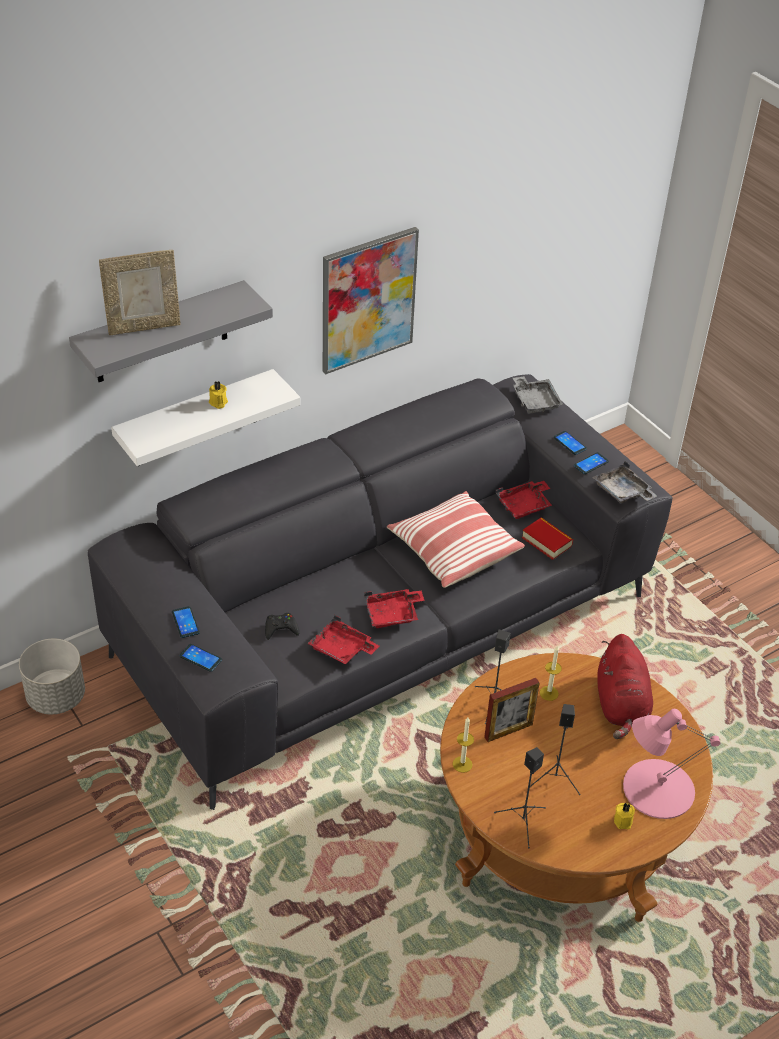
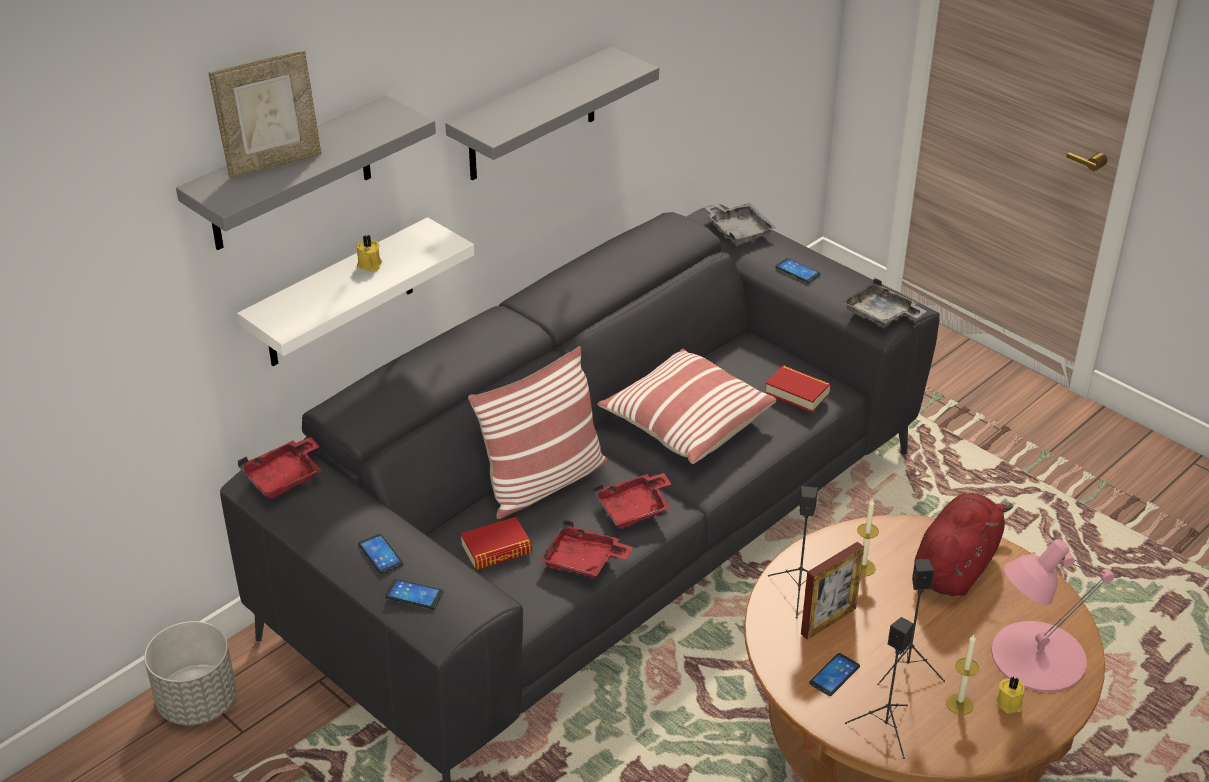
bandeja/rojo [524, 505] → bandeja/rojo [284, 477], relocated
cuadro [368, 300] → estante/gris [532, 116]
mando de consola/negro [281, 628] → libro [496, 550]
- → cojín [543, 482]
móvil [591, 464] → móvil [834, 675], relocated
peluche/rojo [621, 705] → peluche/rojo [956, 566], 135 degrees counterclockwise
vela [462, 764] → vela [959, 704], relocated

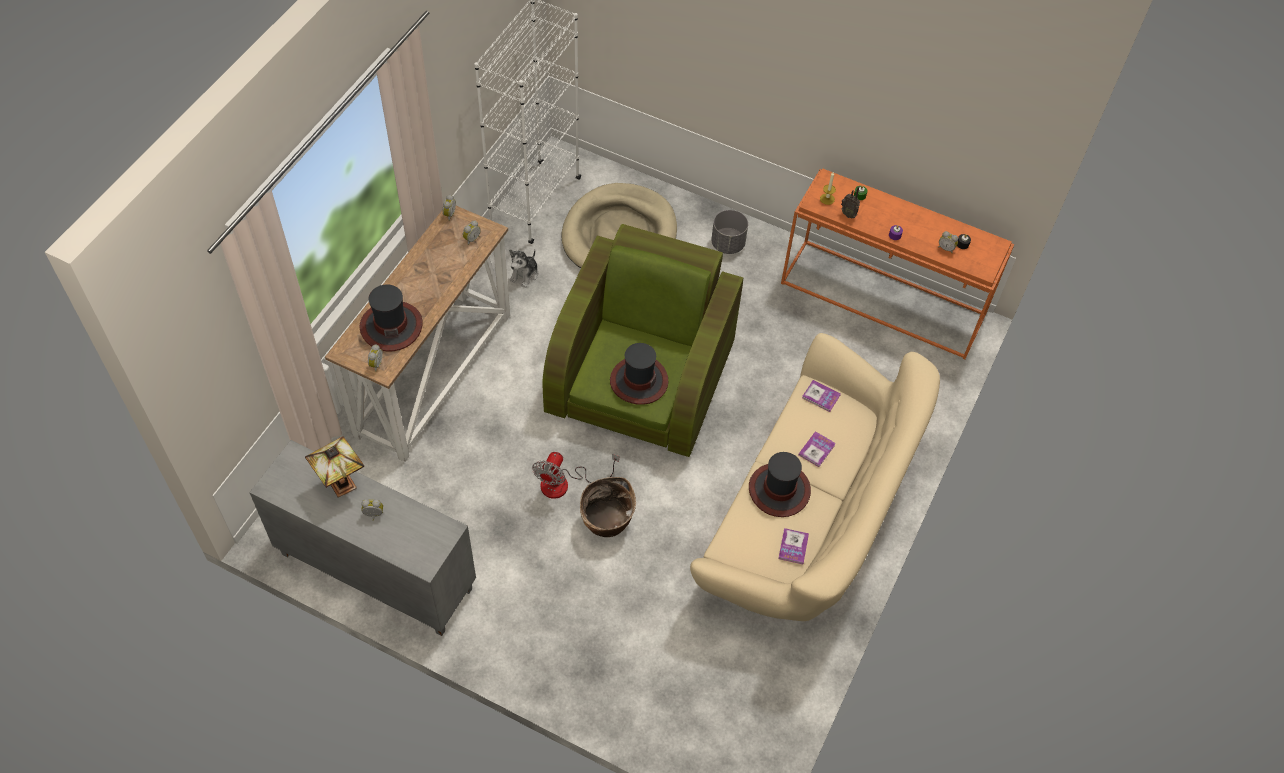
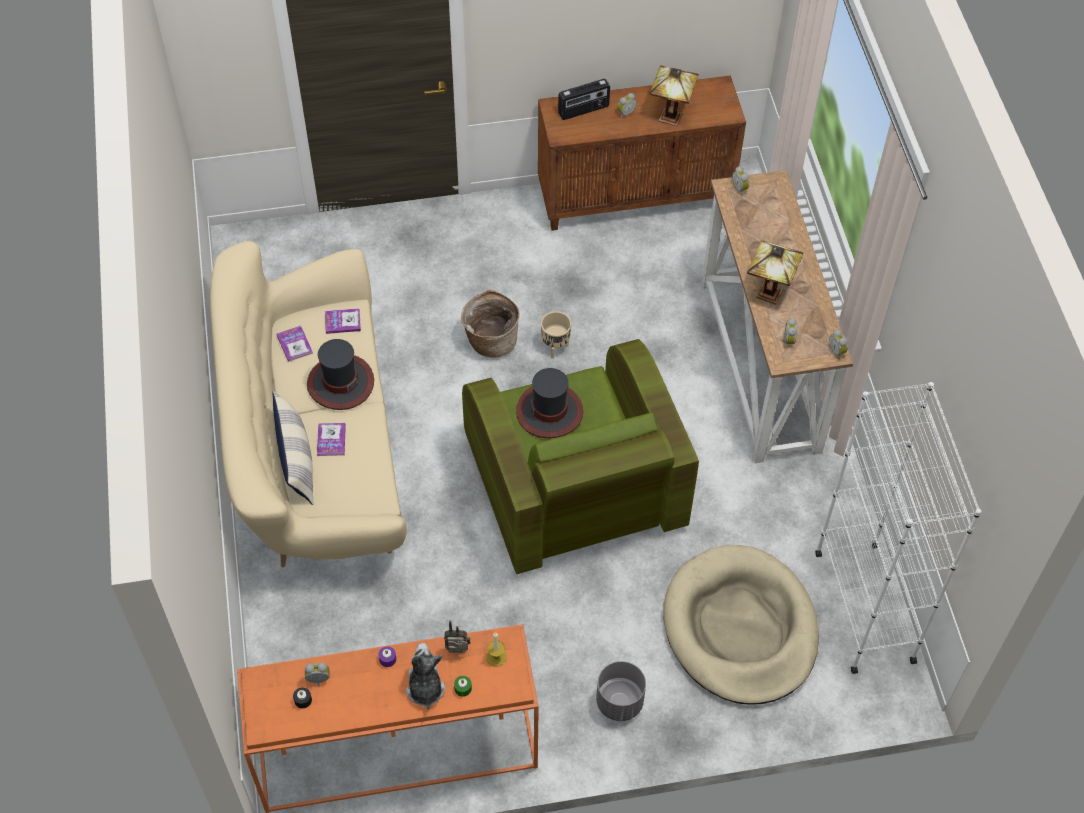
- → cojín [296, 460]
libro [821, 396] → libro [342, 322], relocated
peluche [525, 274] → peluche [425, 687], relocated
armario/gris [375, 572] → armario/marrón [635, 197]
ventilador [565, 484] → maceta/beis [555, 348]
- → radio [583, 110]
- → lámpara de mesa [770, 295]
sombrero [391, 326] → -

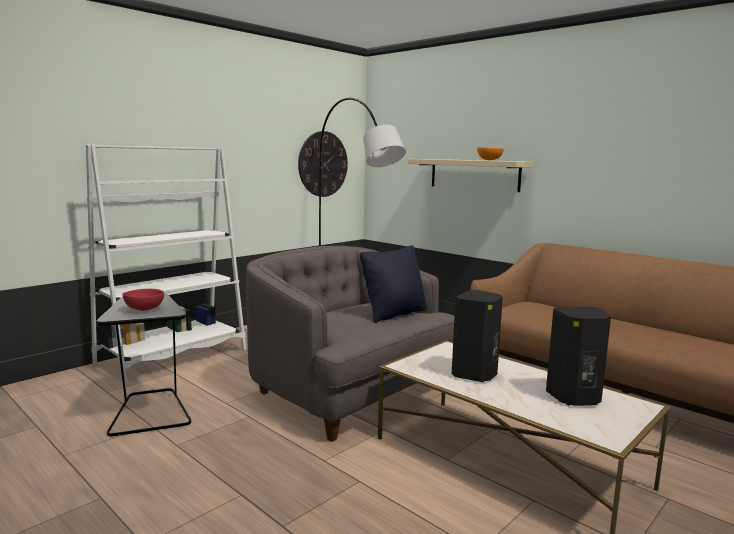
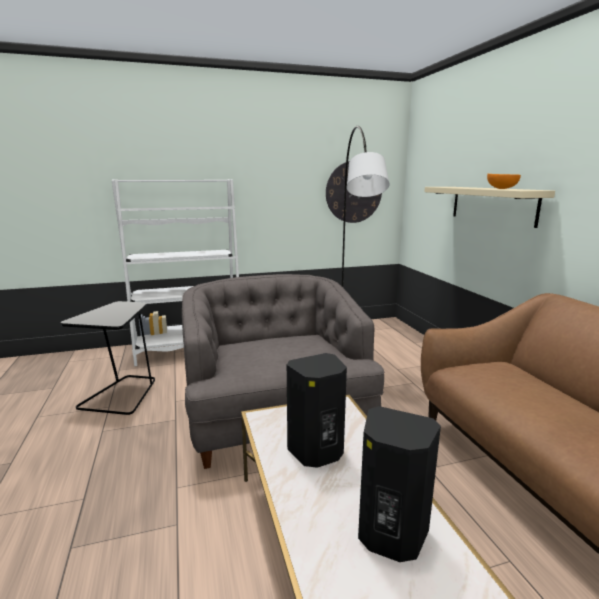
cuenco/rojo [143, 309] → -
cojín/negro [394, 314] → -

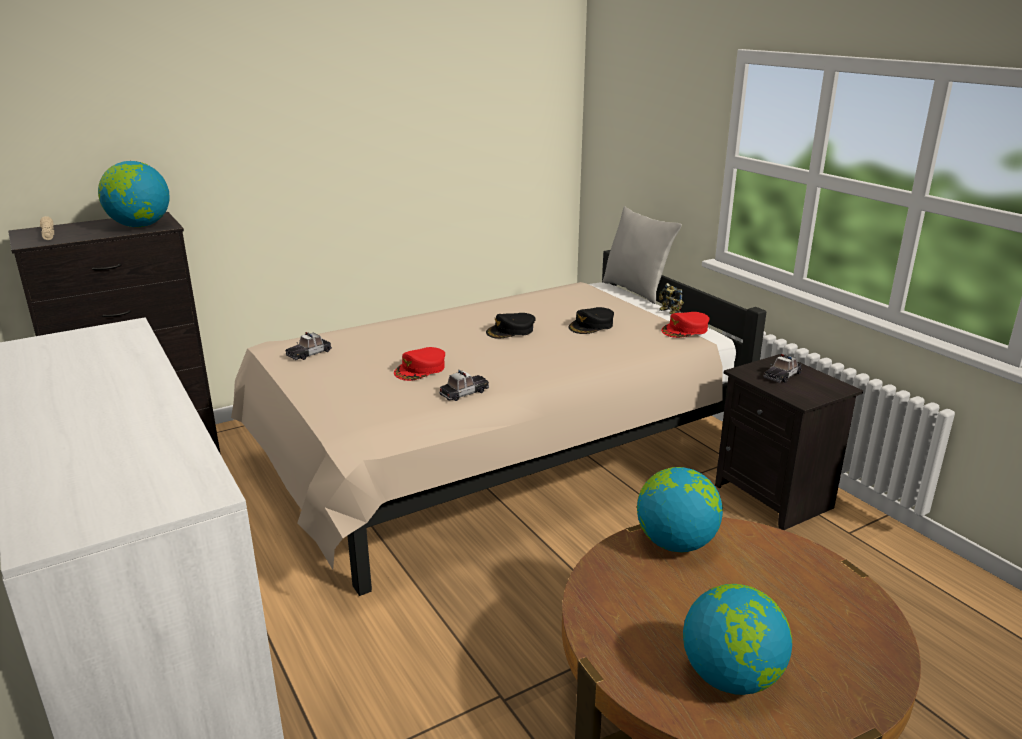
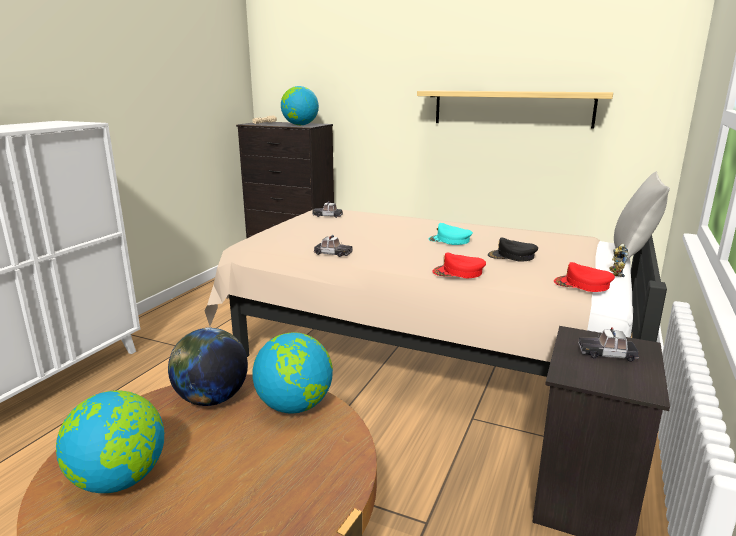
- → globo terráqueo [212, 399]
- → estante [512, 108]
gorra/negro [511, 331] → gorra/turquesa [449, 240]
gorra/rojo [420, 369] → gorra/rojo [458, 272], relocated

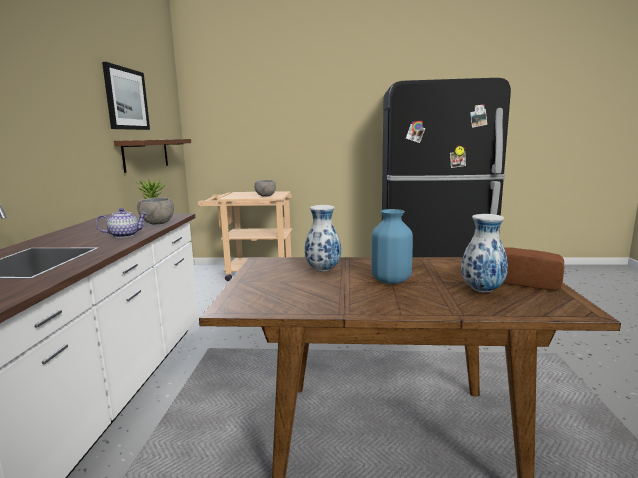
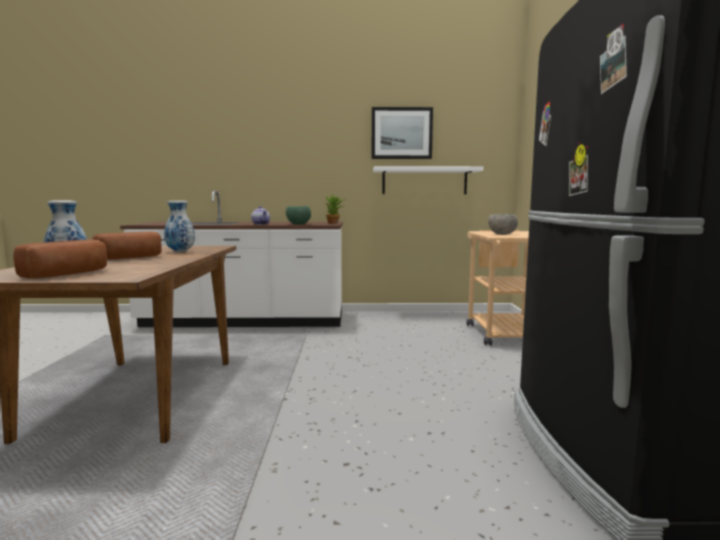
florero/azul [391, 280] → pan [131, 258]
cuenco/gris [158, 223] → cuenco/verde [298, 224]
estante/marrón [146, 154] → estante/blanco [424, 181]

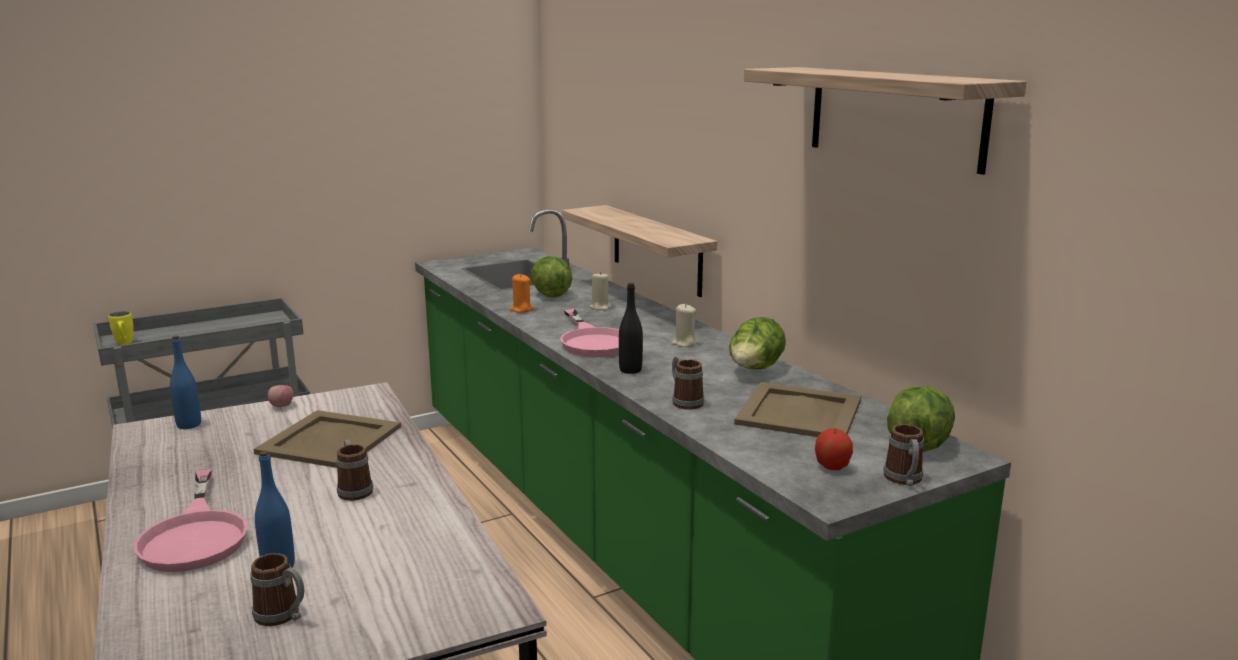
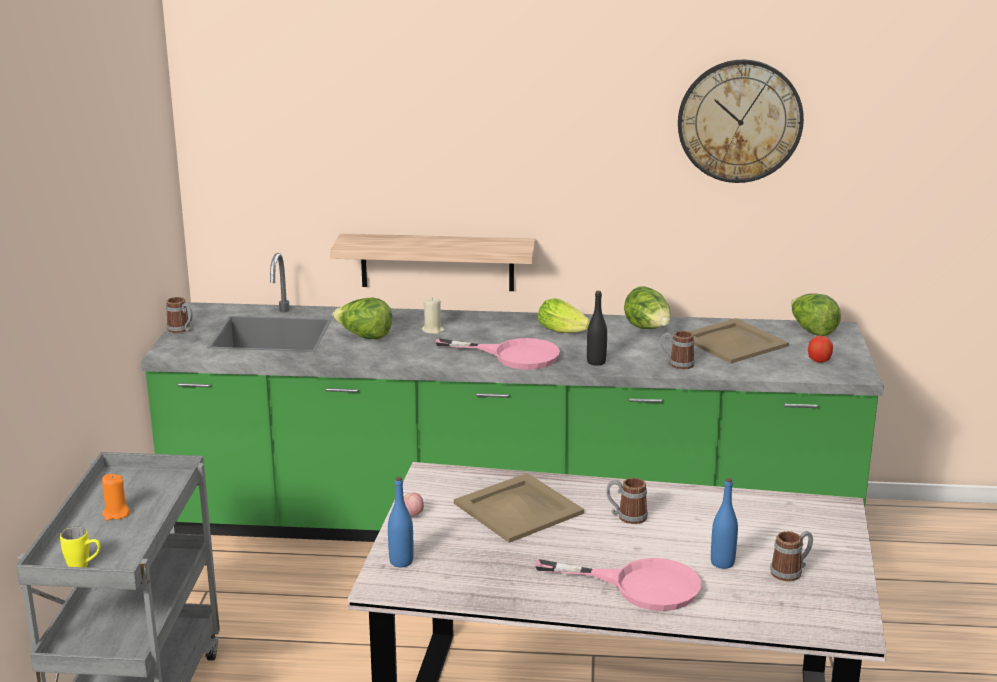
vela/naranja [521, 309] → vela/naranja [116, 514], relocated
taza grande [904, 480] → taza grande [182, 330], relocated
vela/beis [684, 343] → lechuga [564, 331]
estante [894, 116] → reloj de pared [739, 121]

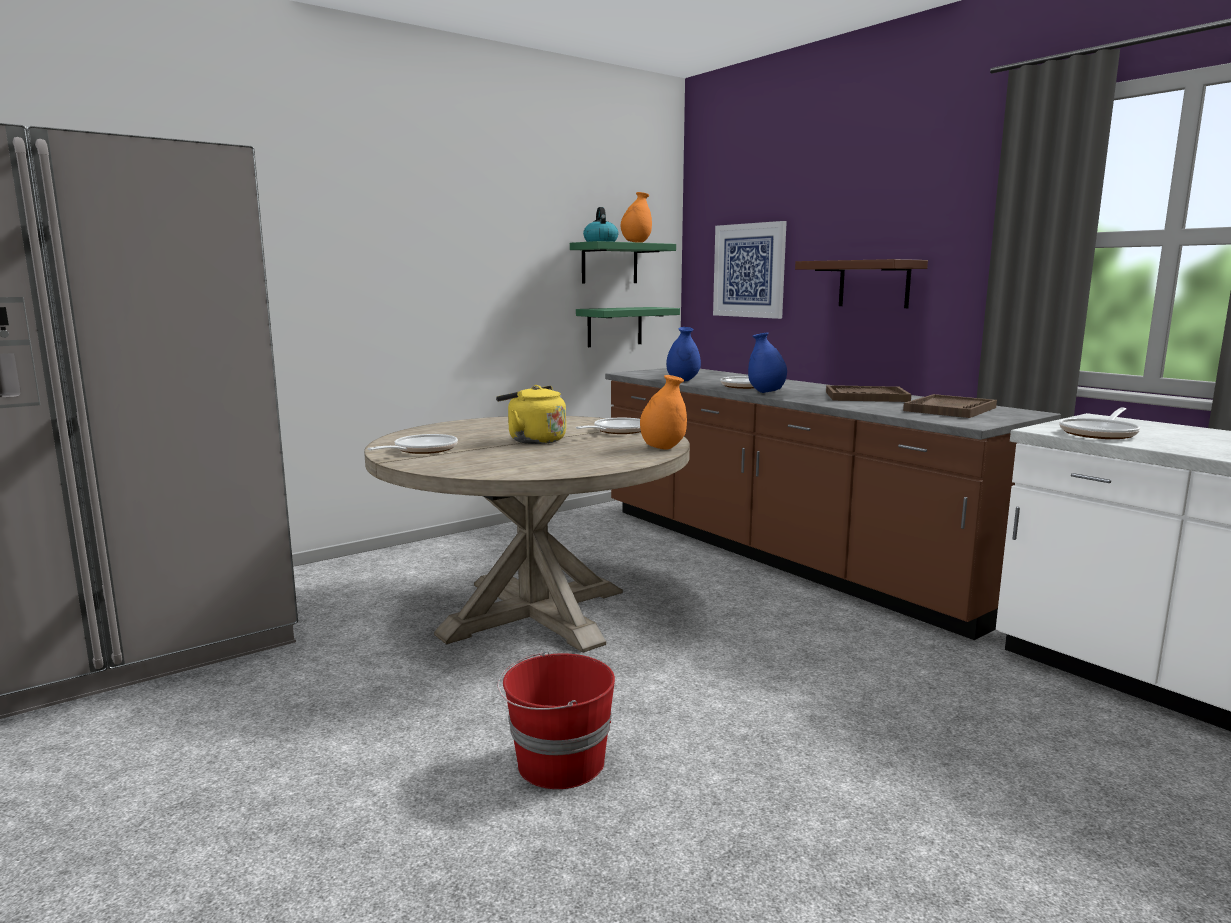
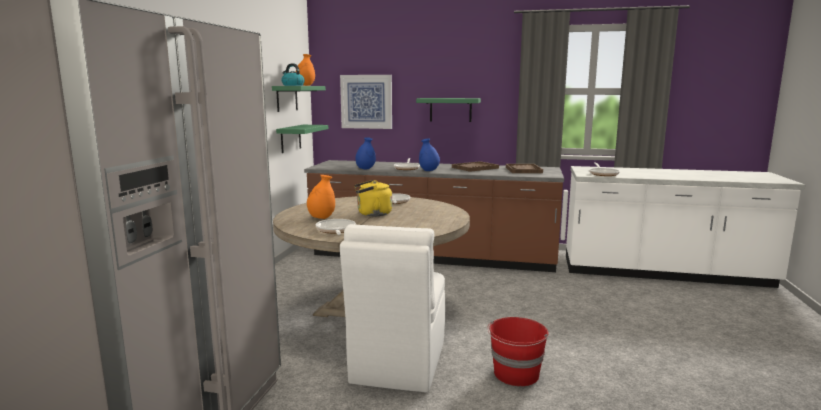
florero/naranja [663, 448] → florero/naranja [321, 218], relocated
- → silla/blanco [397, 363]
estante/marrón [874, 284] → estante/verde [450, 109]

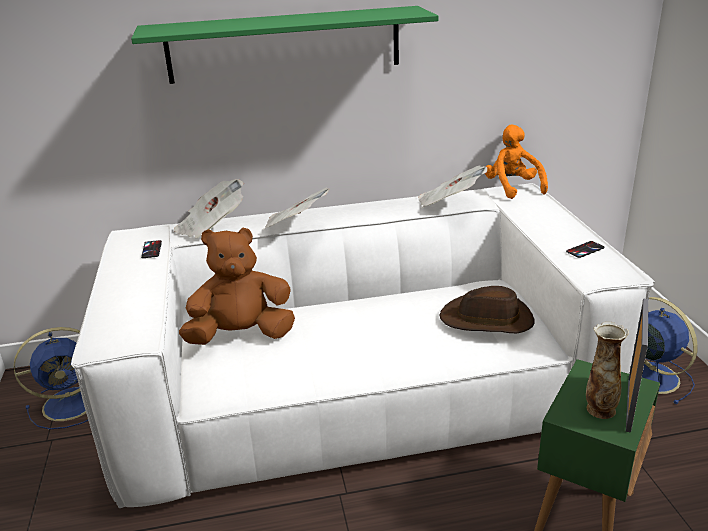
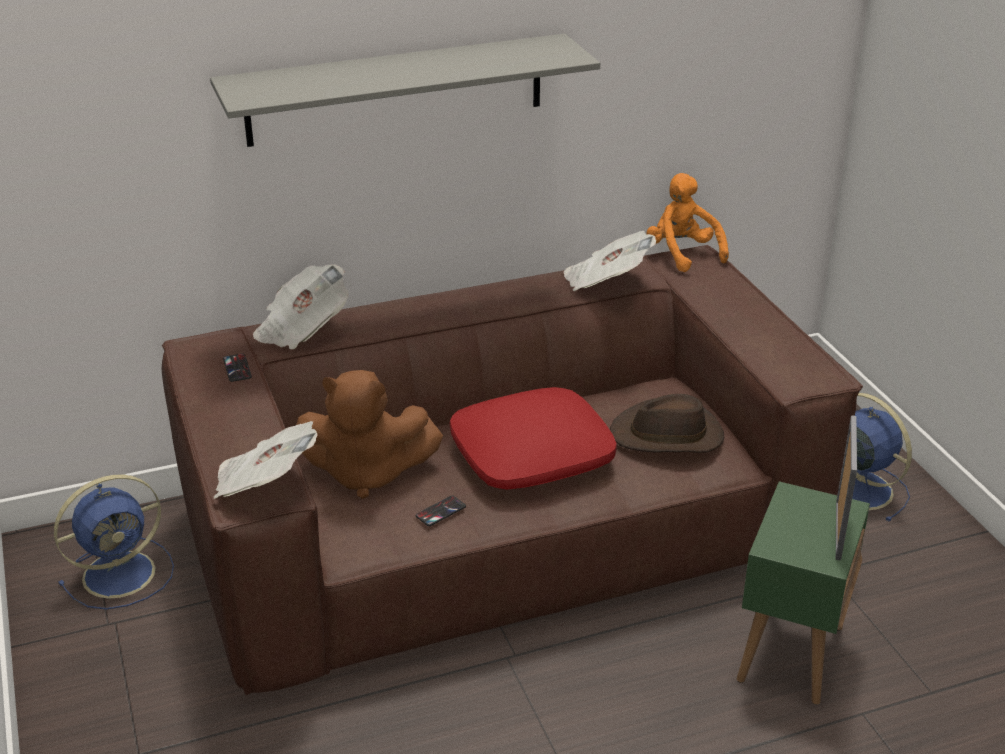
sofá/blanco [360, 390] → sofá/marrón [503, 530]
estante/verde [284, 44] → estante/gris [396, 90]
periódico [296, 225] → periódico [265, 483], relocated
peluche/marrón [241, 335] → peluche/marrón [367, 473], 150 degrees counterclockwise
móvil [585, 250] → móvil [440, 511], relocated
- → cojín/rojo [531, 453]
florero [599, 409] → -

